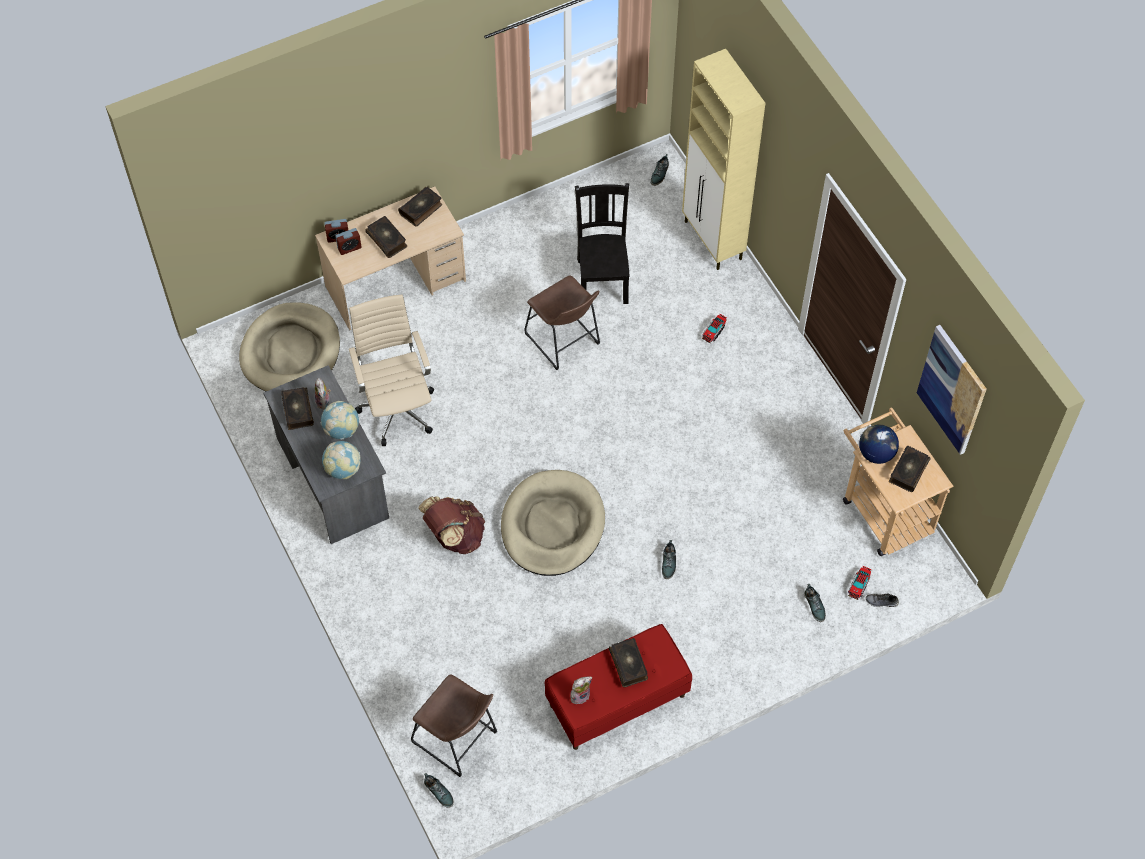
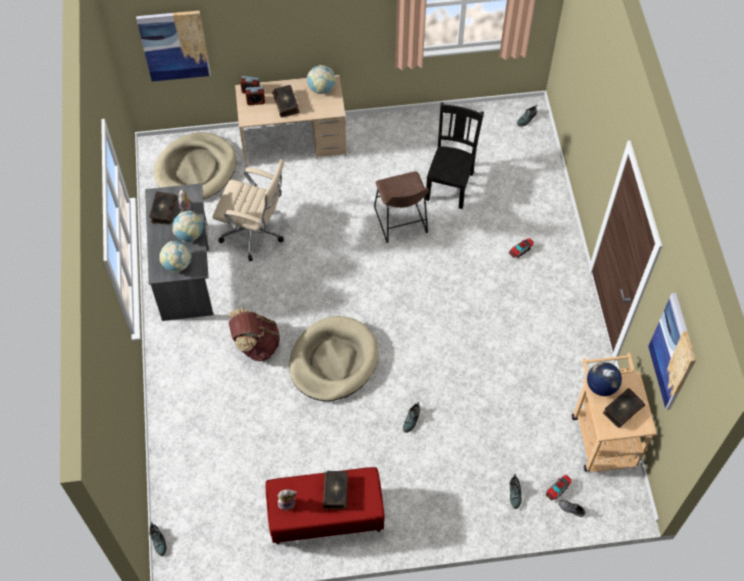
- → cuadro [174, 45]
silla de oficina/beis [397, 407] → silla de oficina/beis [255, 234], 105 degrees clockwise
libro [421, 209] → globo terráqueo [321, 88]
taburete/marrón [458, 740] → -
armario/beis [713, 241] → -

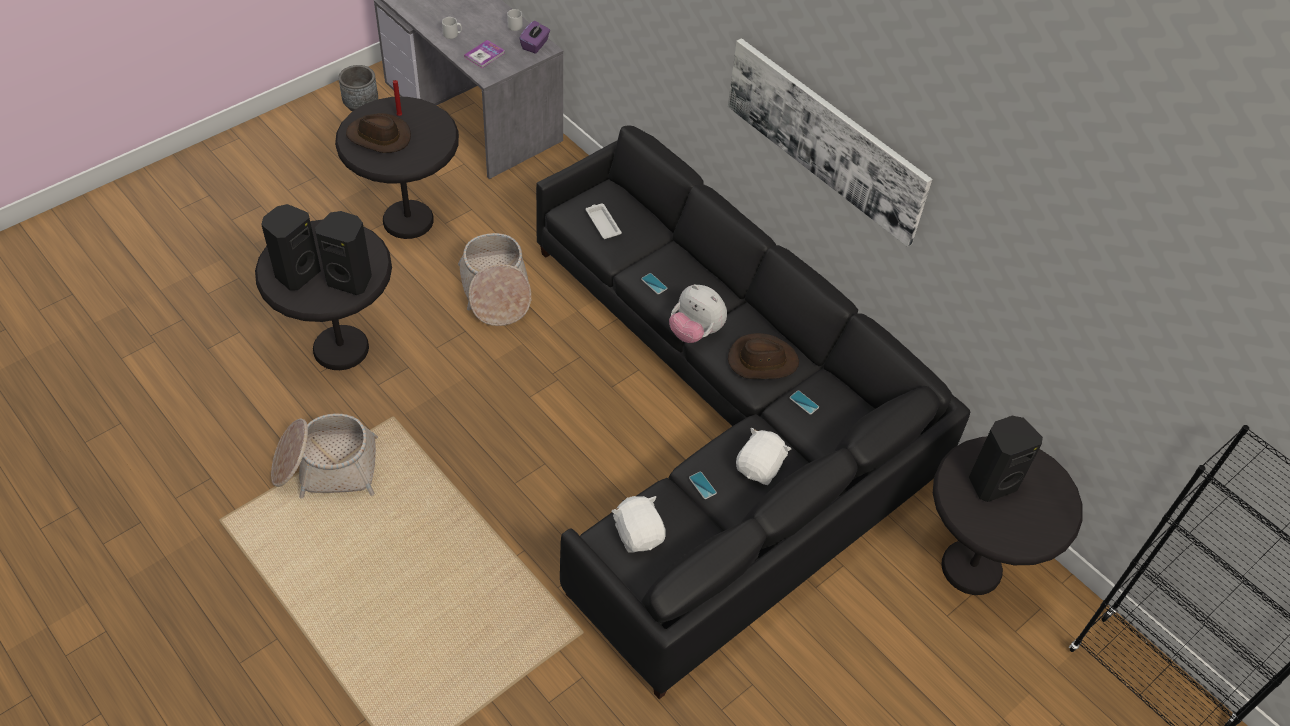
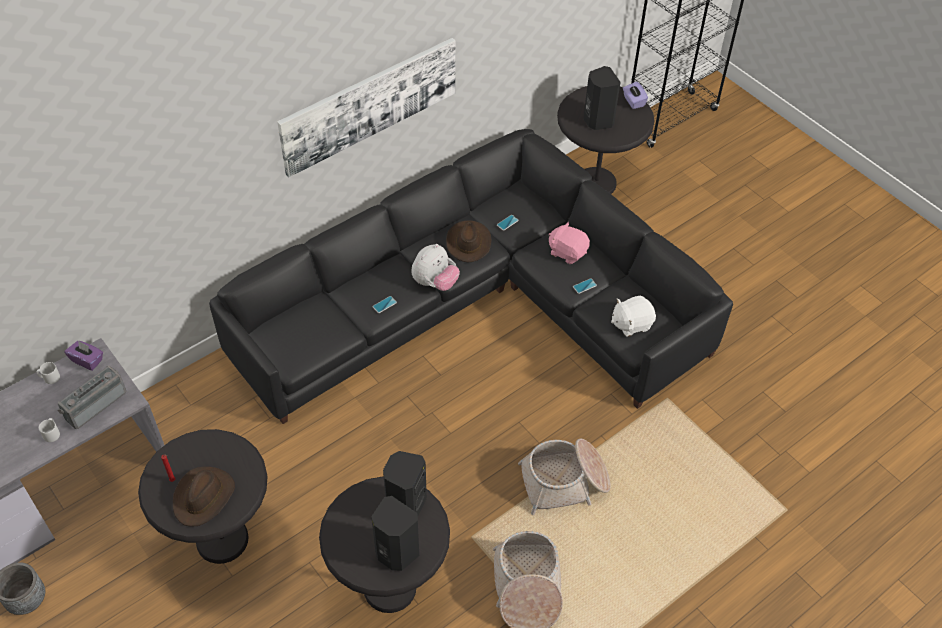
libro [484, 55] → radio [94, 403]
cesta [496, 291] → cesta [565, 482], relocated
peluche/blanco [760, 467] → peluche/rosa [567, 252]
- → caja de pañuelos/morado [633, 101]
bandeja/blanco [602, 223] → -

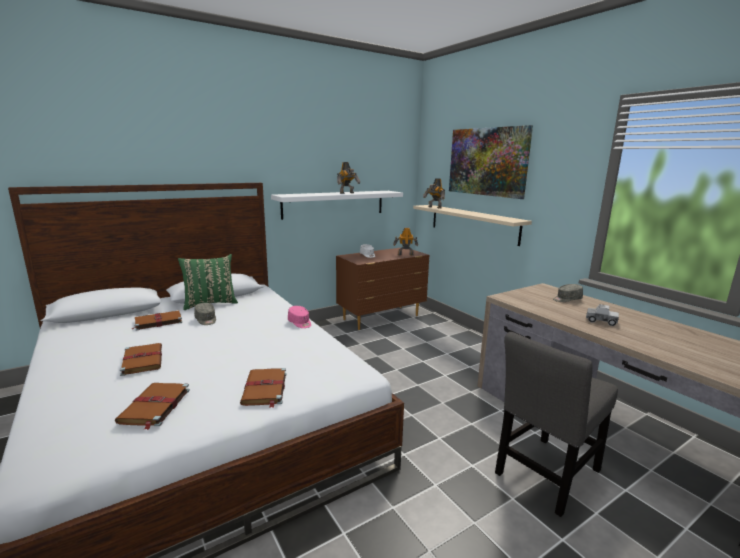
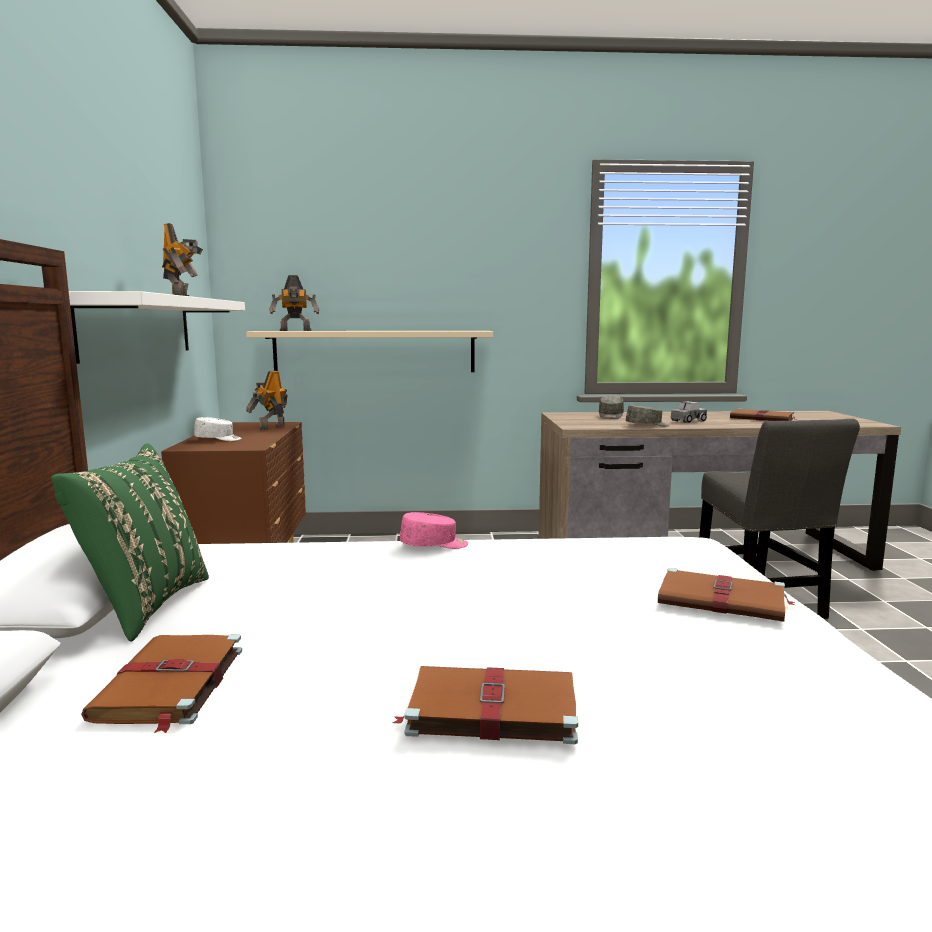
gorra/gris [206, 320] → gorra/gris [647, 425], relocated
libro/marrón [154, 407] → libro/marrón [763, 418], relocated
cuadro [487, 162] → -

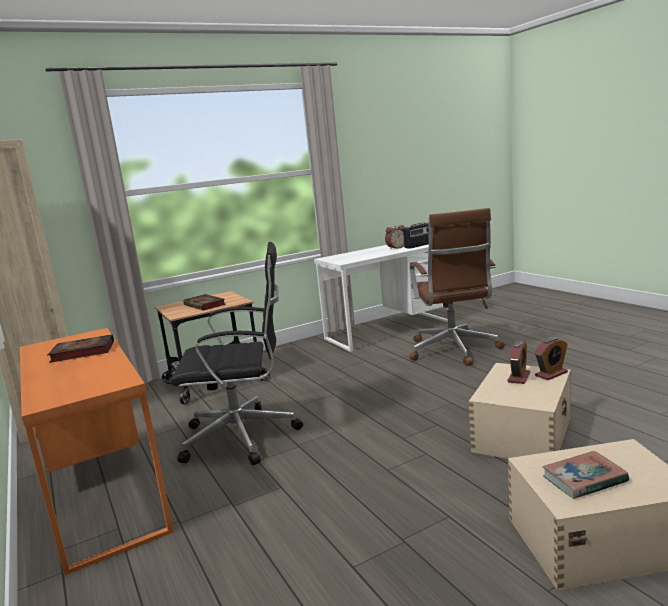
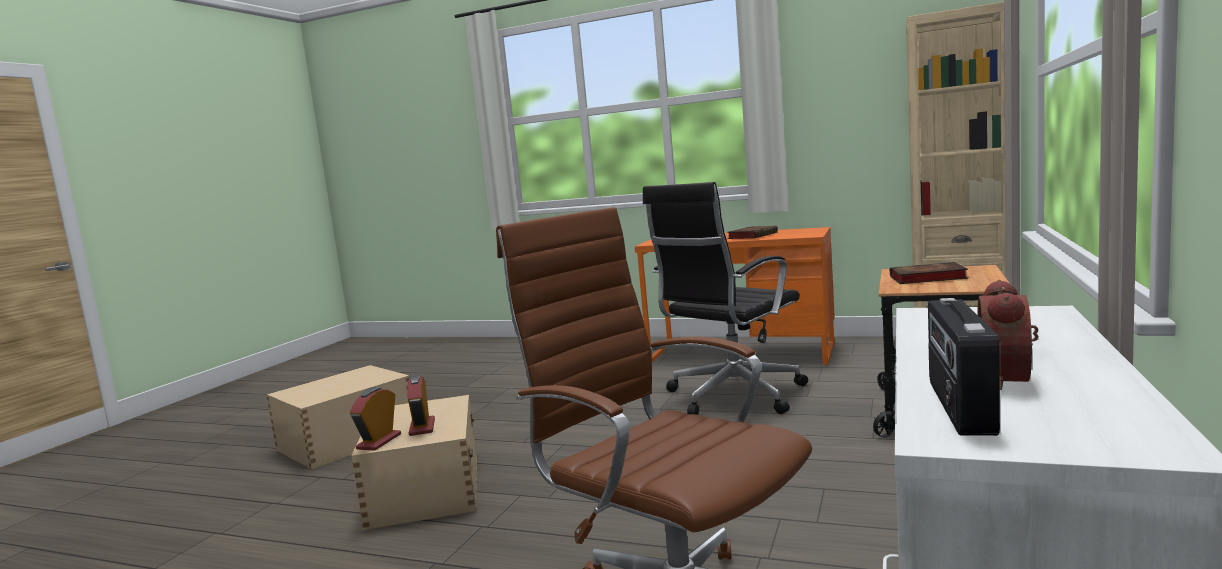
libro [584, 479] → -

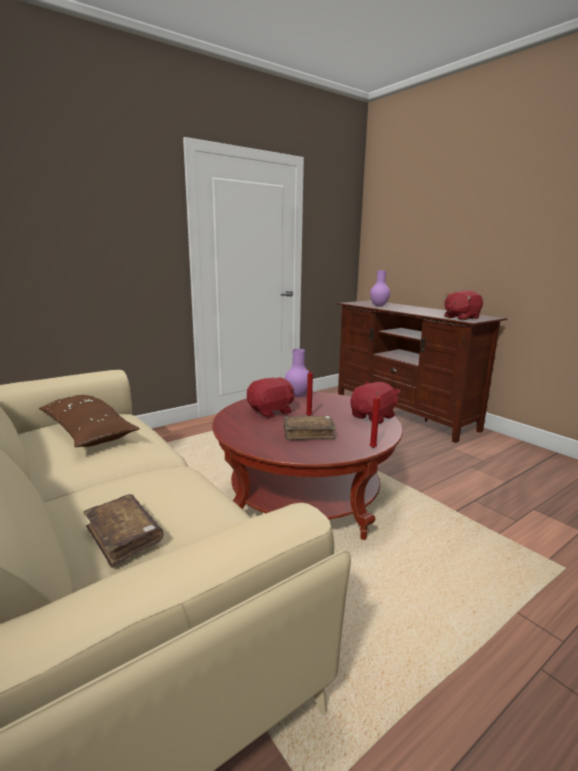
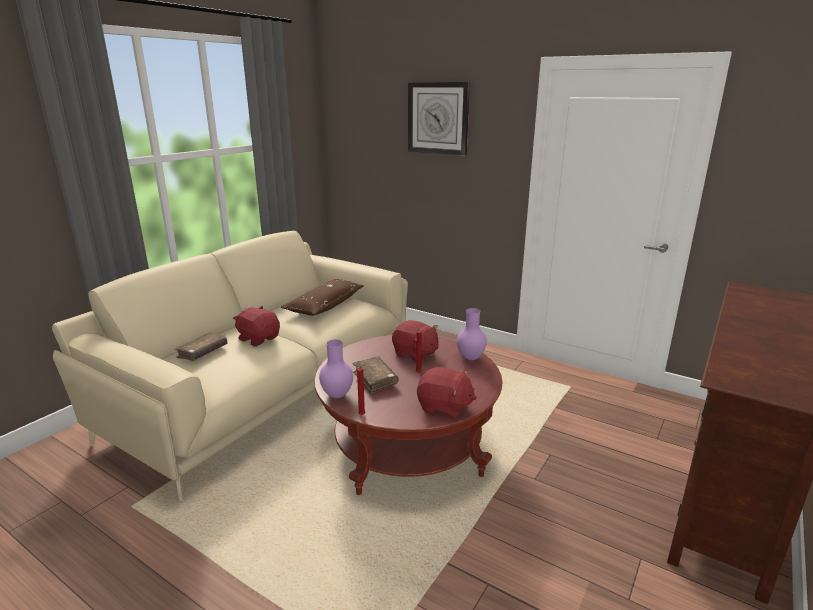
peluche/rojo [460, 318] → peluche/rojo [259, 339], relocated
florero/morado [379, 306] → florero/morado [337, 396], relocated
- → reloj de pared [438, 118]

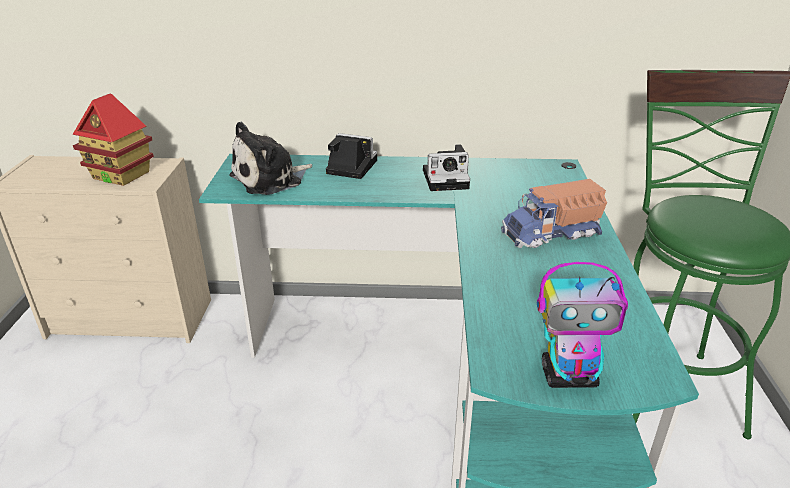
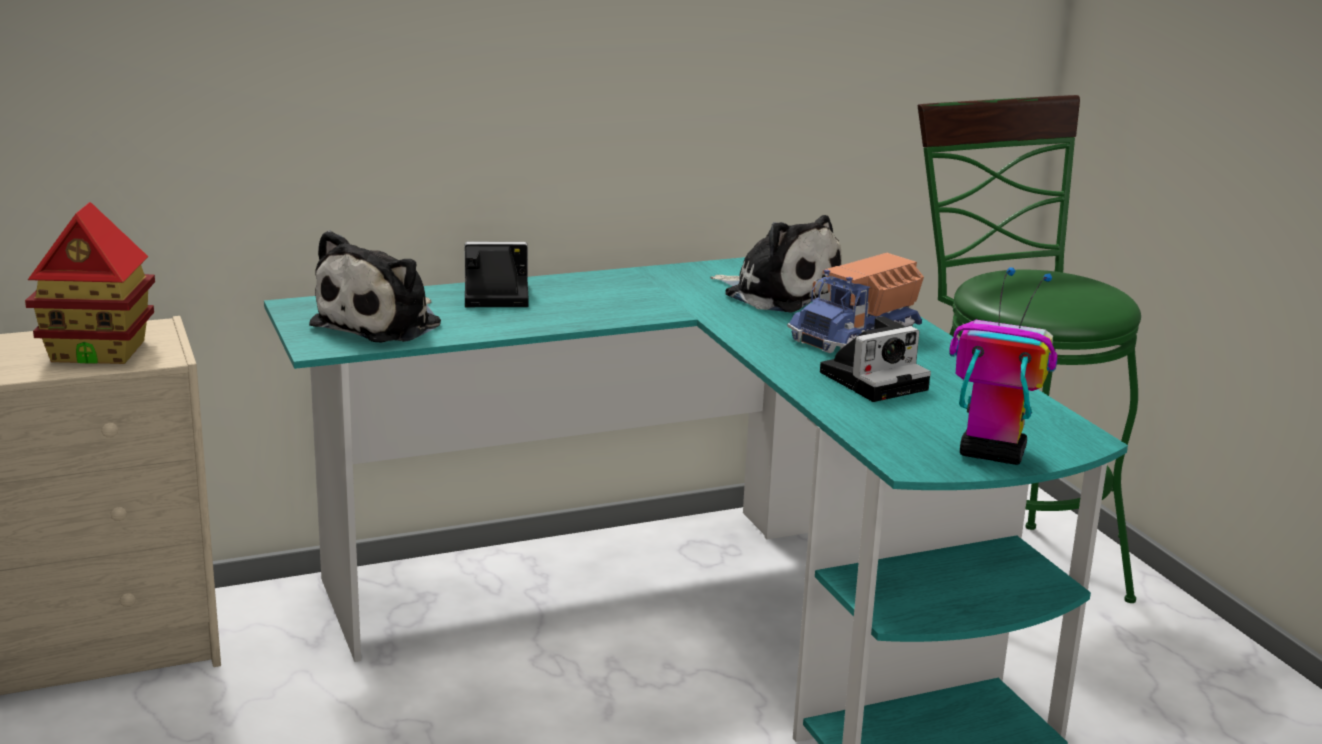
- → peluche [779, 293]
cámara [447, 179] → cámara [875, 380], relocated
robot de juguete [569, 376] → robot de juguete [990, 454], 135 degrees counterclockwise

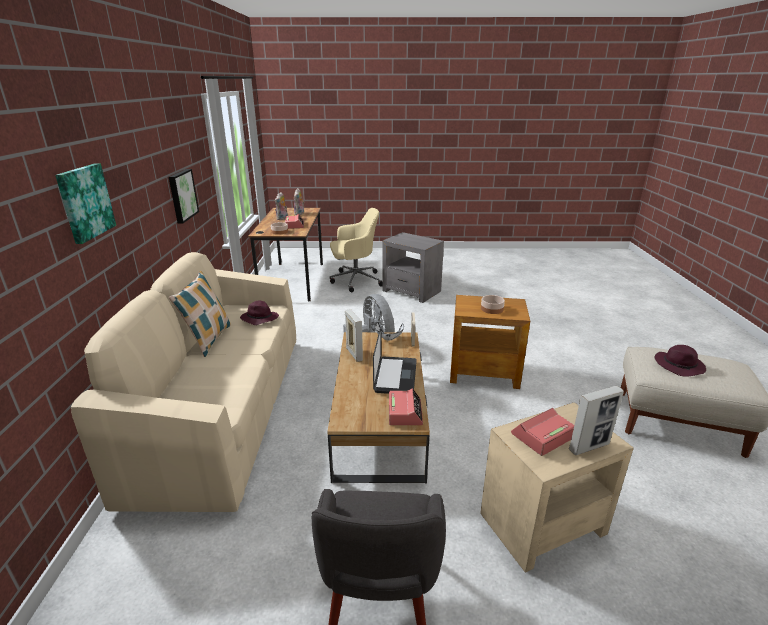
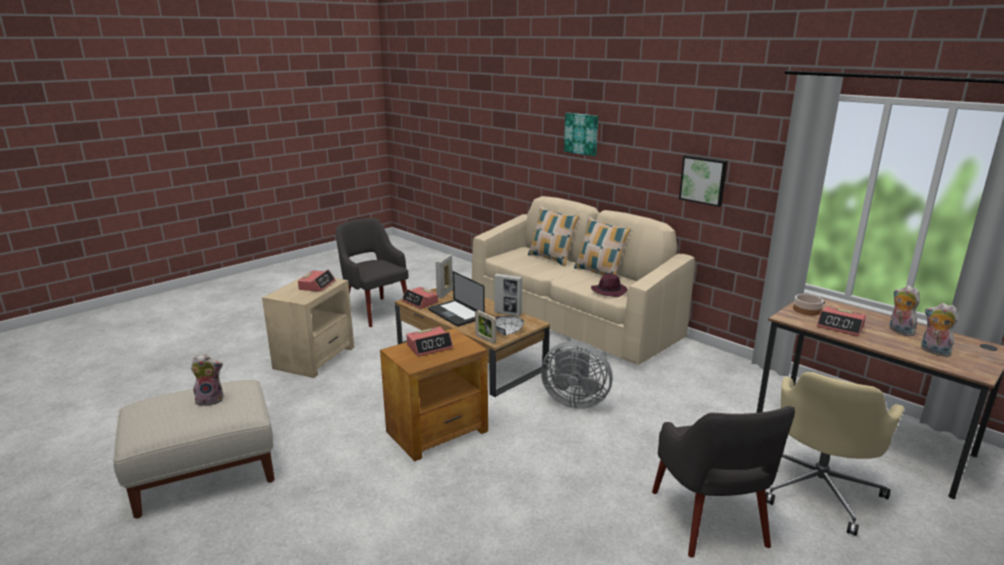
sombrero/morado [679, 366] → peluche [211, 399]
cuenco [491, 309] → despertador [430, 346]
portarretratos [589, 447] → portarretratos [445, 293], relocated
- → cojín [551, 259]
mesa auxiliar/gris [411, 291] → sillón/gris [709, 519]

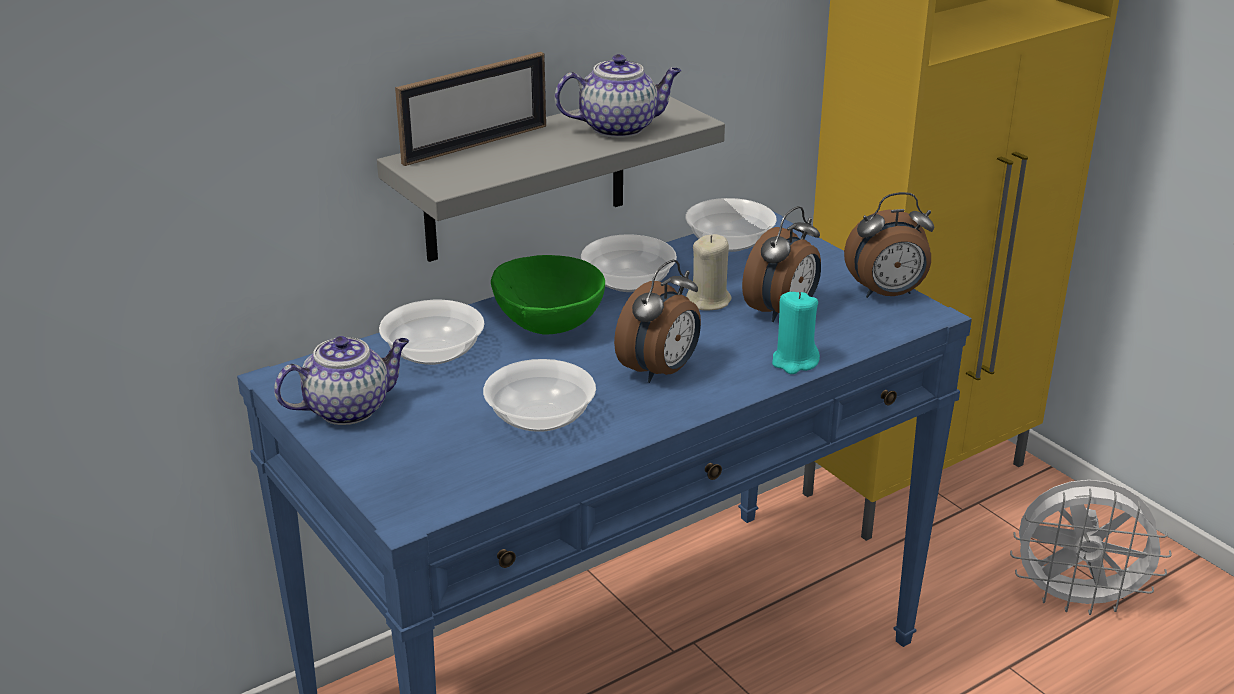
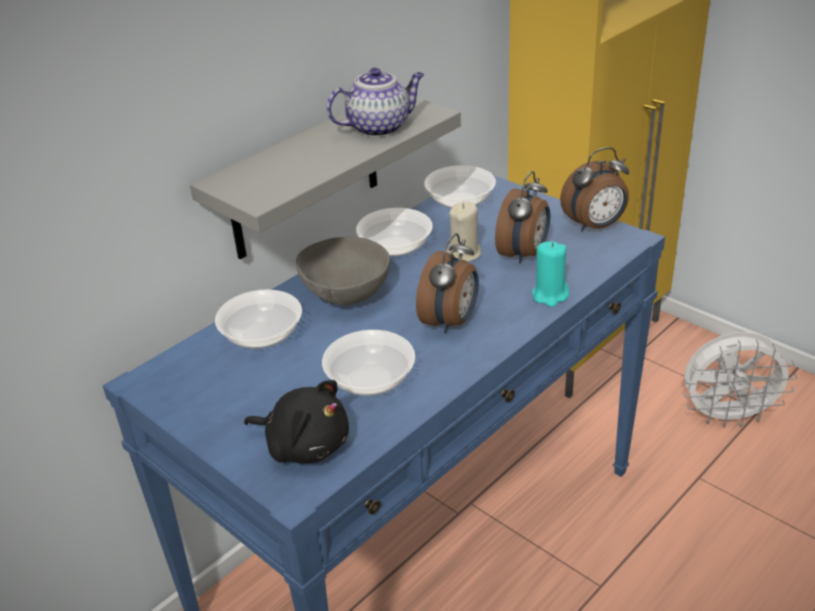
- → peluche/negro [305, 445]
cuenco/verde [549, 324] → cuenco/gris [347, 294]
tetera [349, 408] → -
portarretratos [475, 144] → -

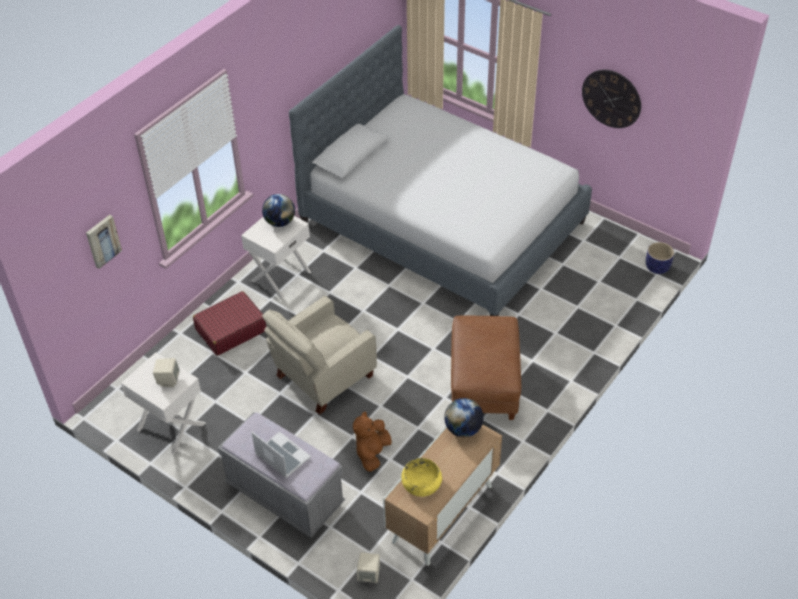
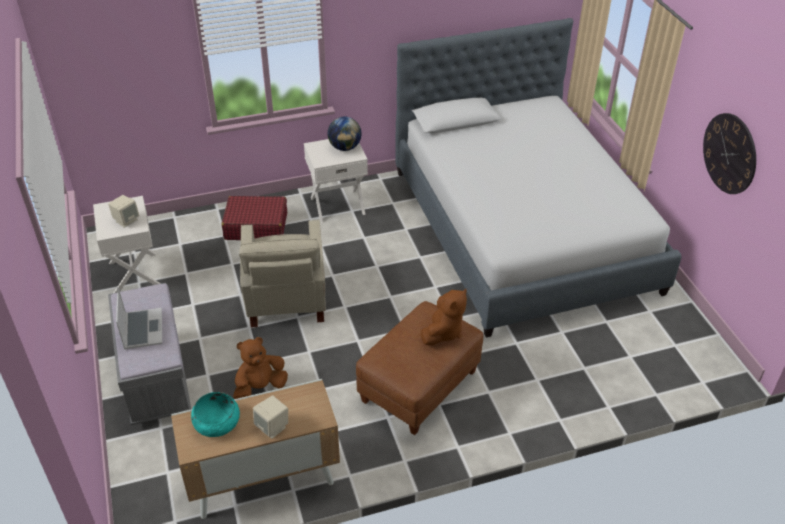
cuenco/amarillo [421, 483] → cuenco/turquesa [217, 422]
sillón/beis [321, 377] → sillón/beis [286, 300], 90 degrees counterclockwise
altavoz/beis [369, 575] → altavoz/beis [272, 427], relocated
- → peluche/marrón [443, 332]
cuadro [102, 241] → -
globo terráqueo [463, 429] → -
maceta [657, 267] → -

